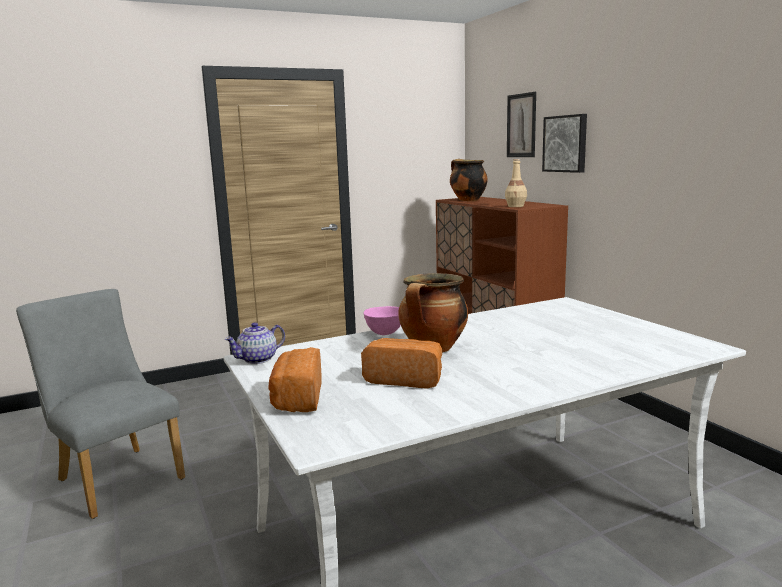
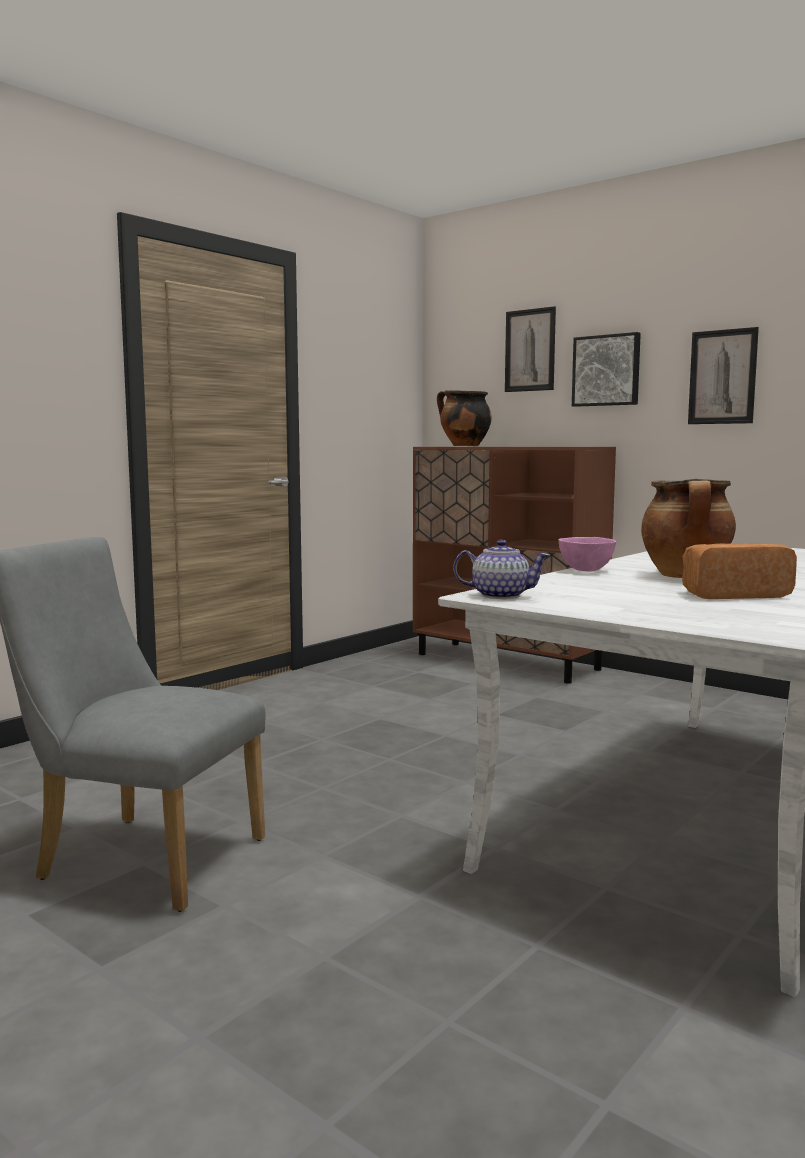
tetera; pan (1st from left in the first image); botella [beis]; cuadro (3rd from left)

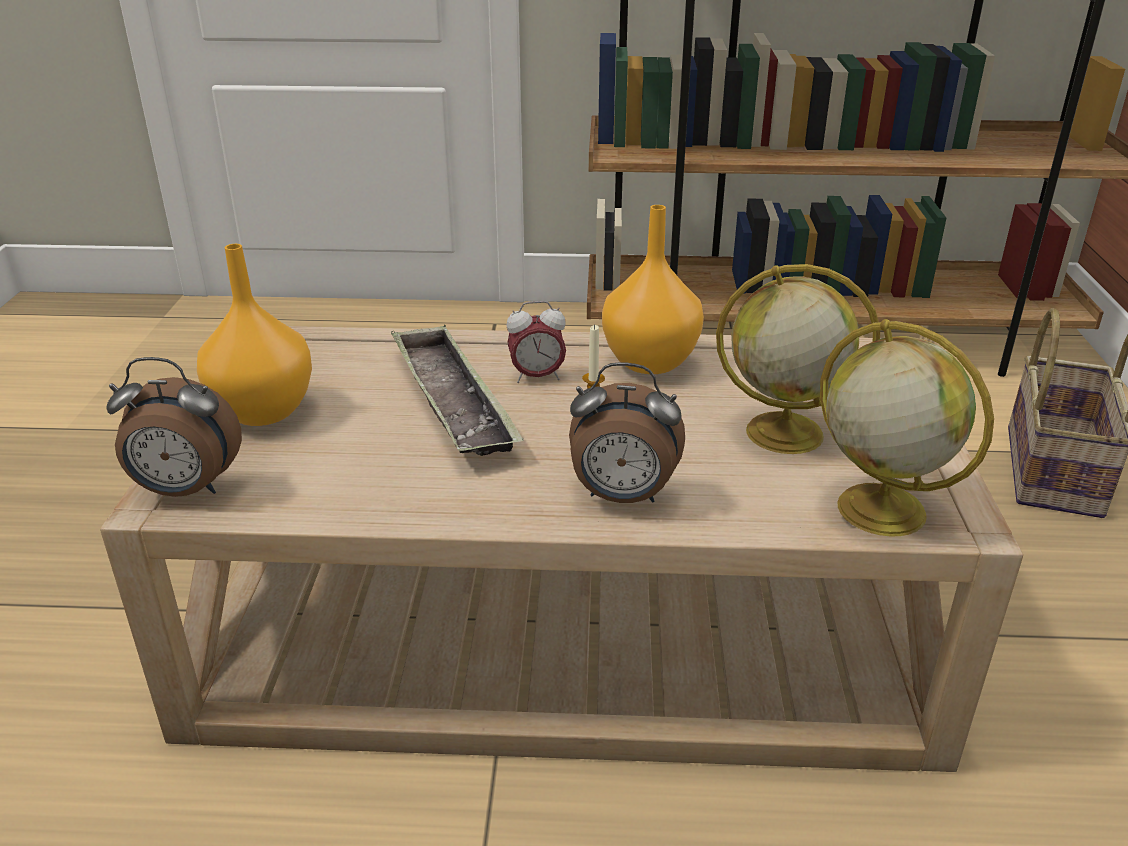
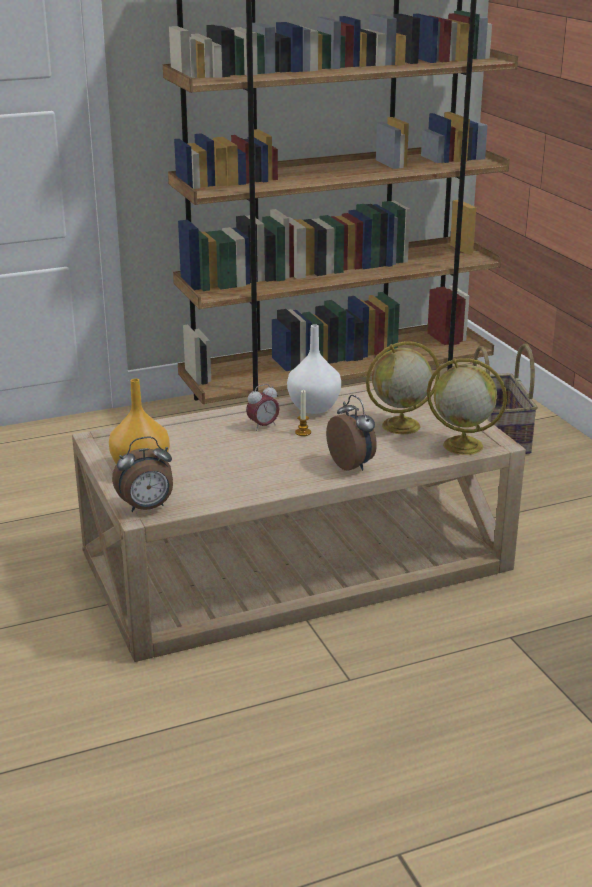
bandeja; despertador (3rd from left); florero [blanco]

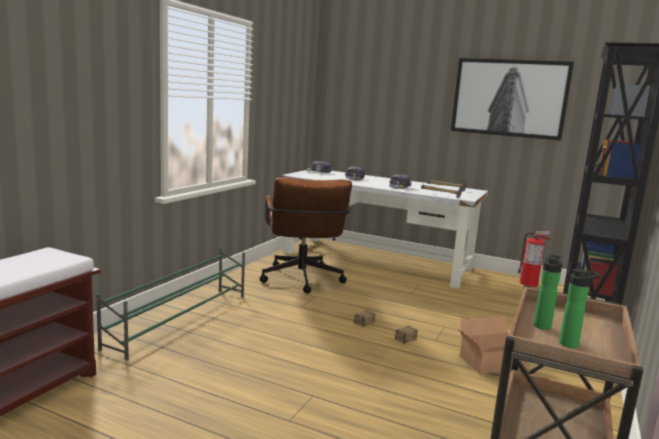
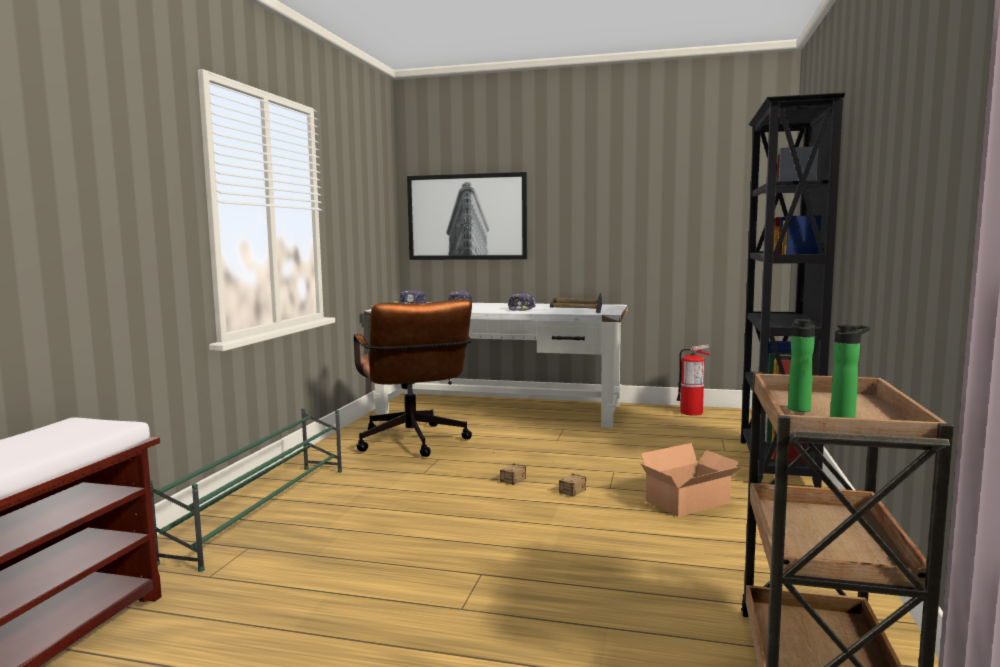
cuadro

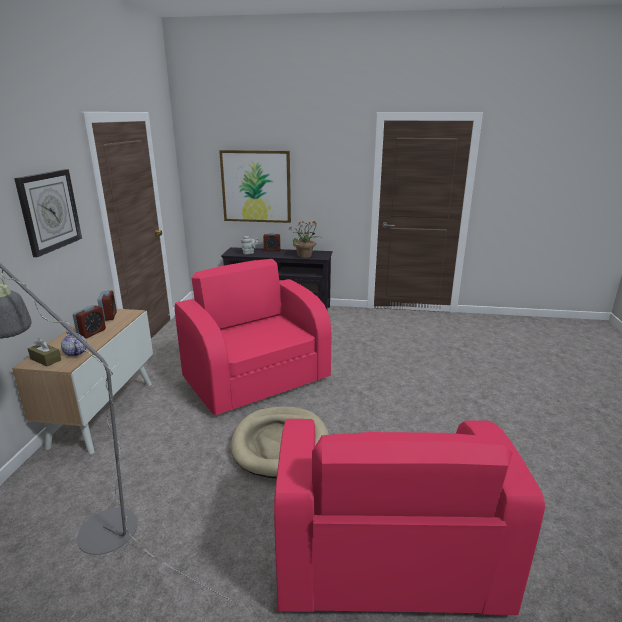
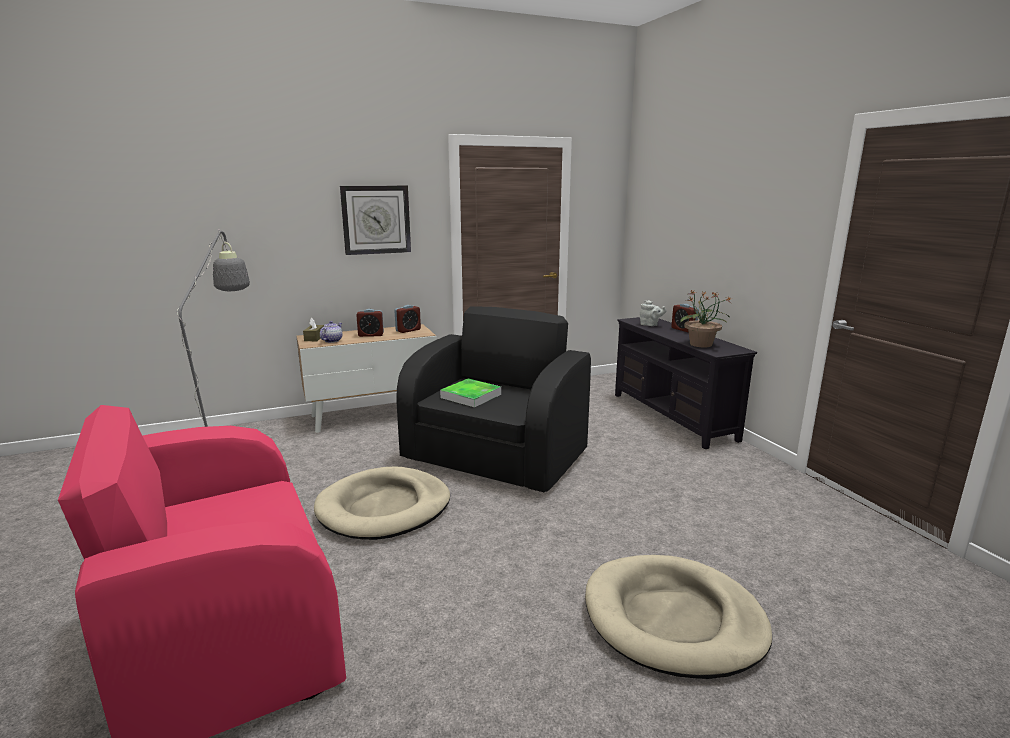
sillón [negro]; cuadro; bandeja; cama para perro [beis] (2nd from left)

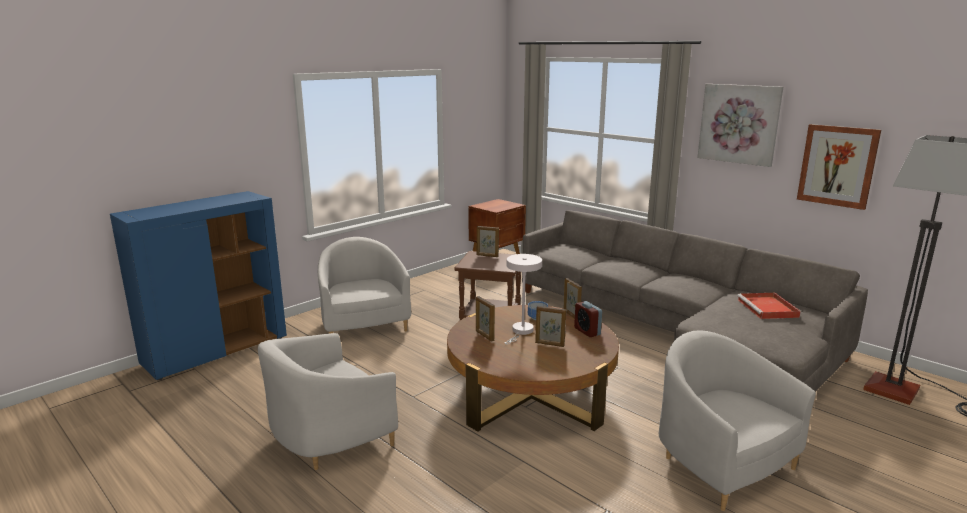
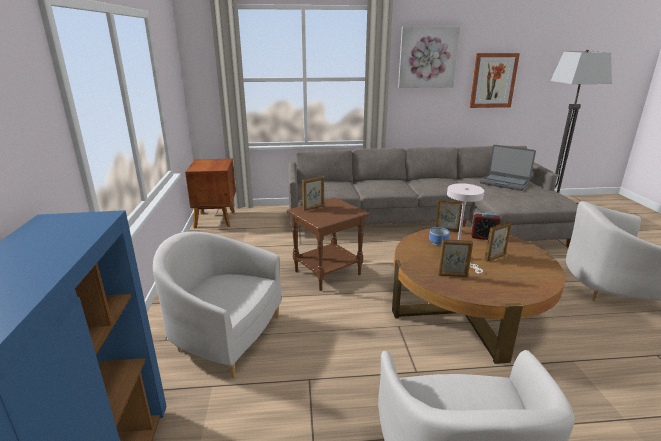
portátil

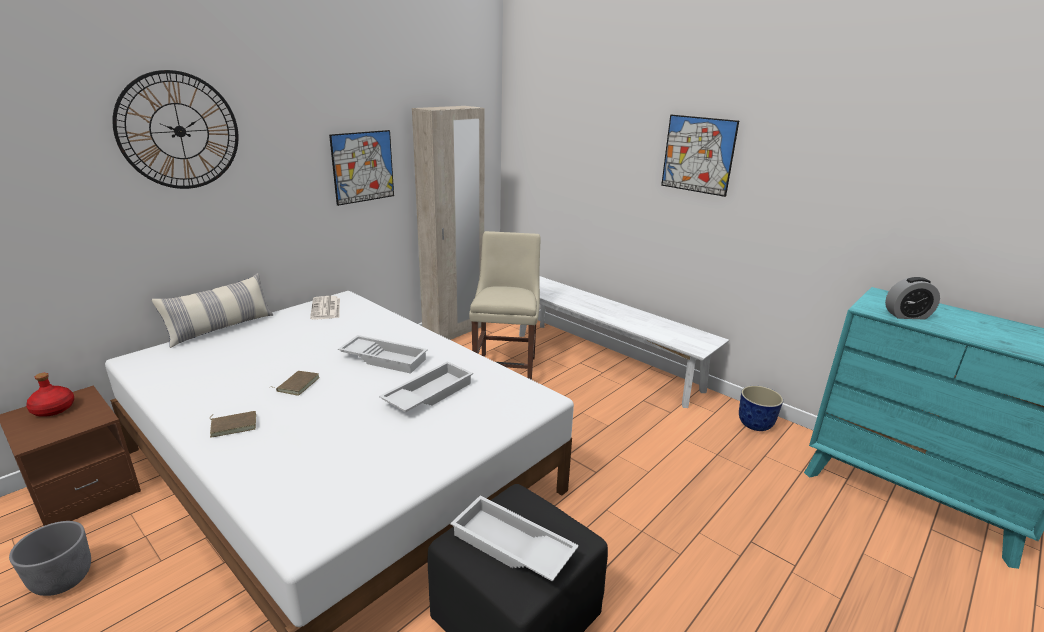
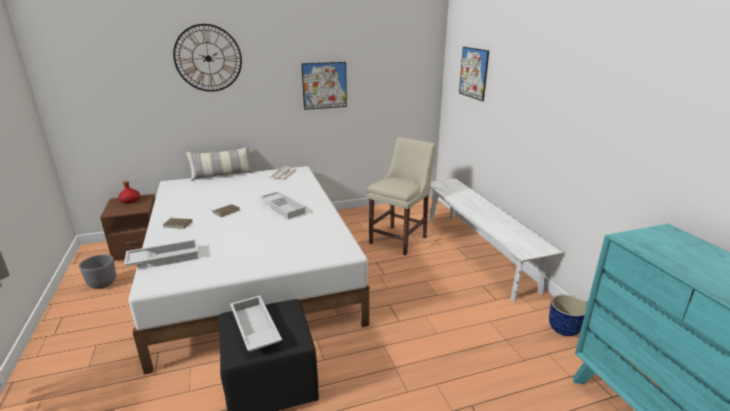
bandeja [blanco] (1st from left); armario ropero [beis]; cuadro (2nd from left); despertador

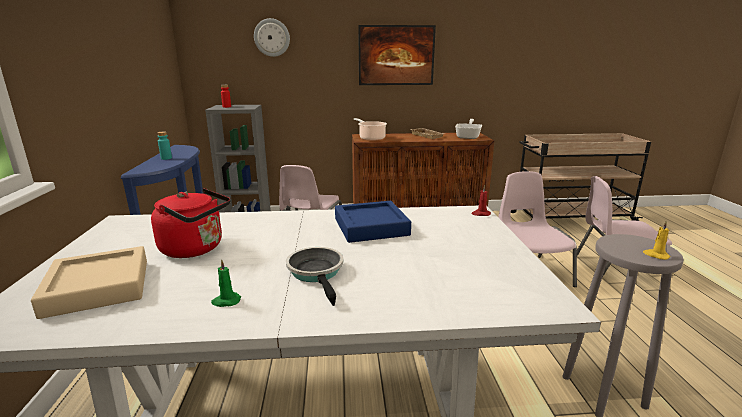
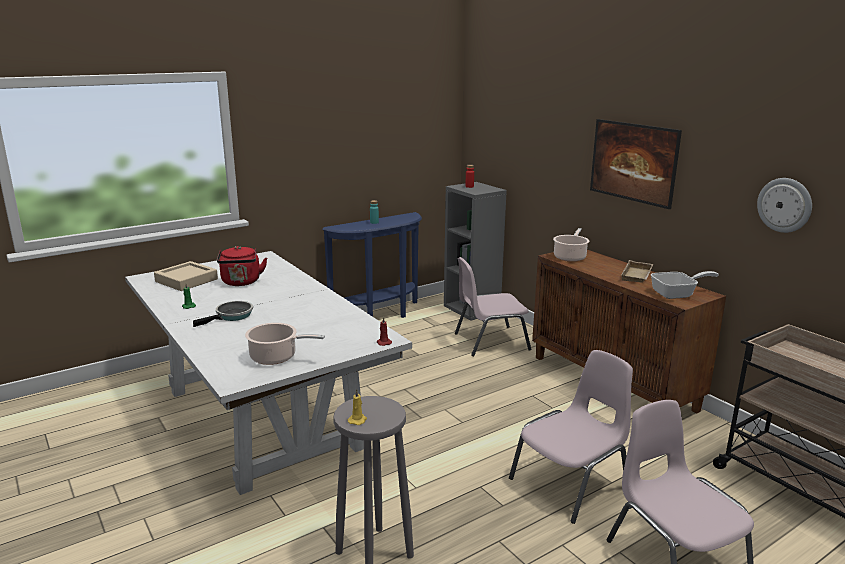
reloj de pared; bandeja [azul]; olla (1st from left)

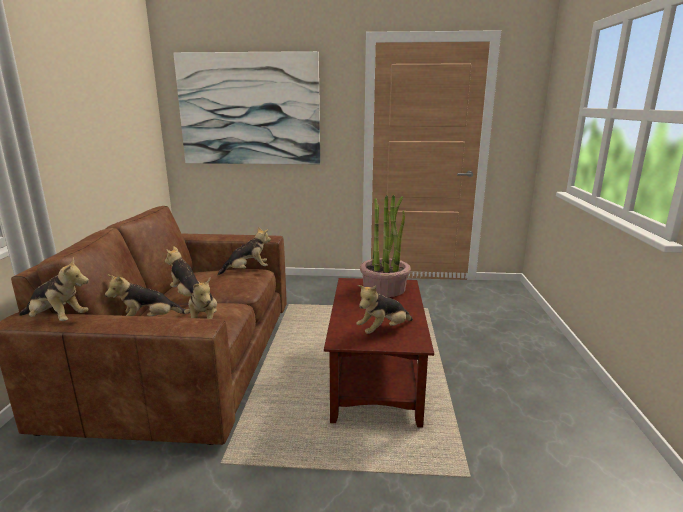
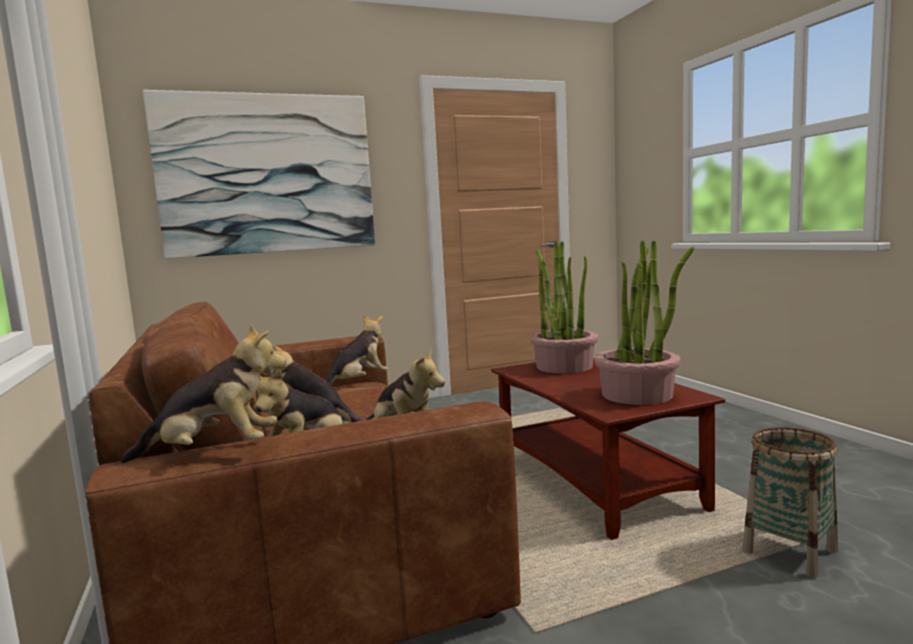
planta en maceta (2nd from left); cesta

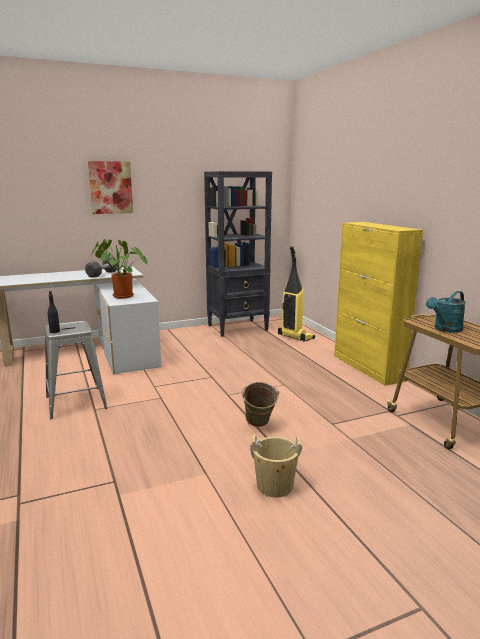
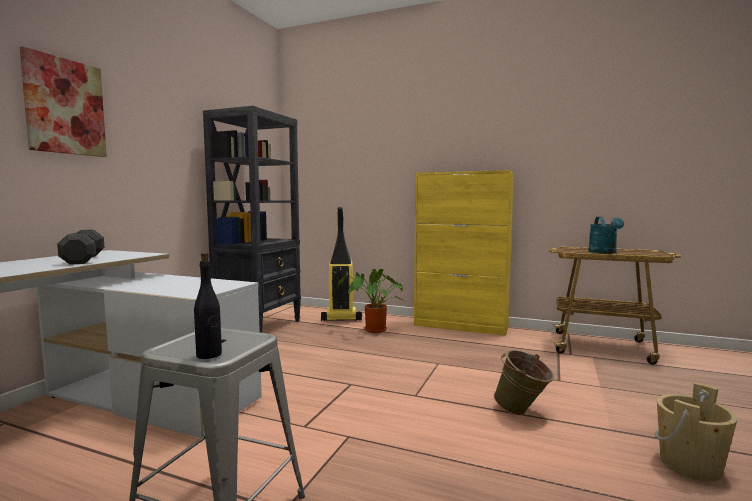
planta en maceta

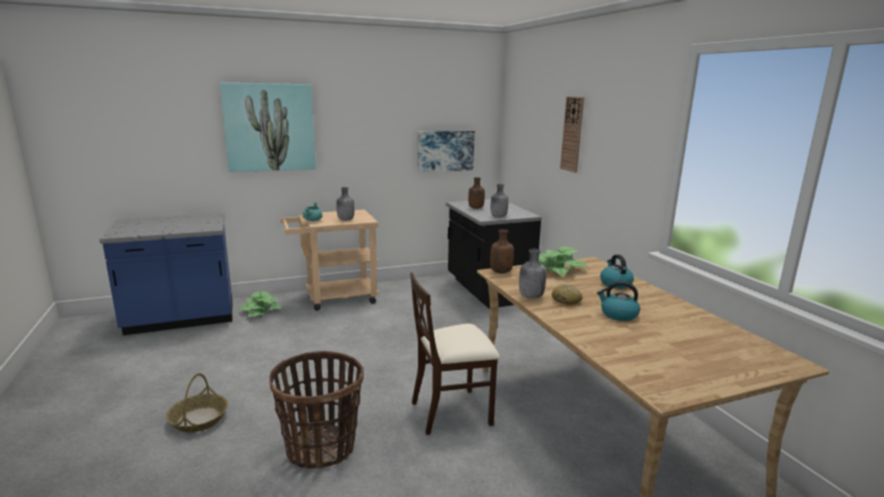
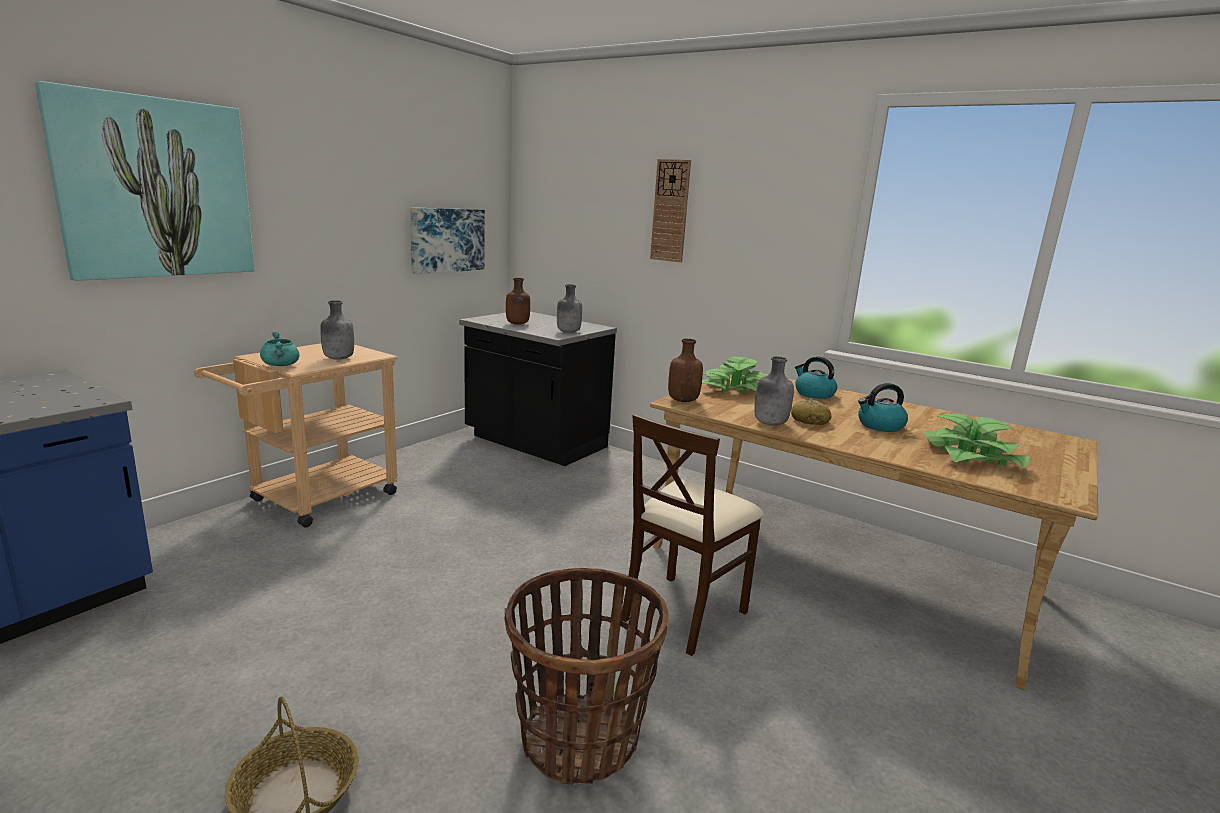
planta en maceta (2nd from left)

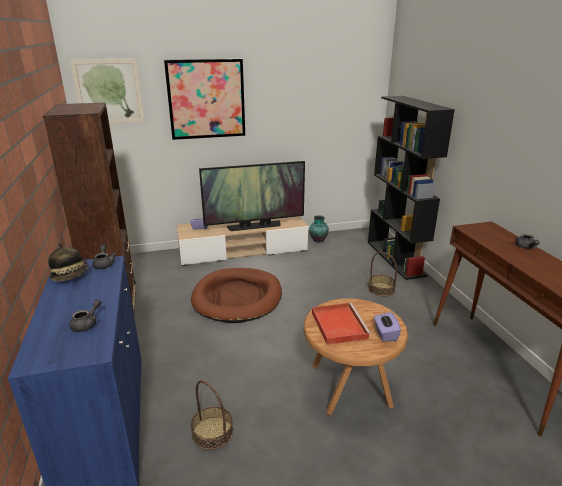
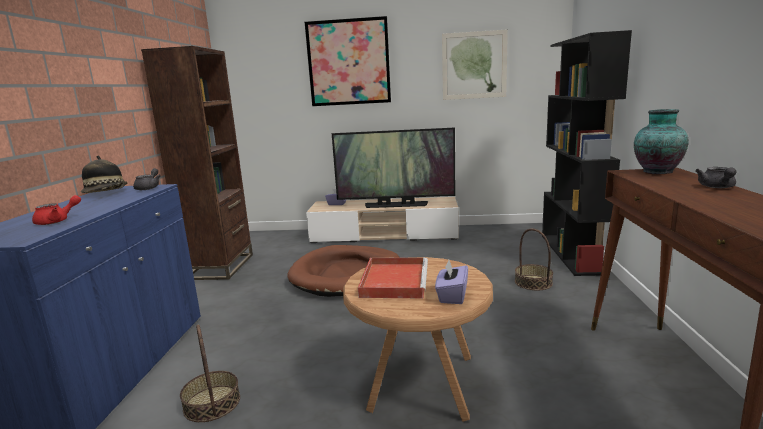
cuadro (2nd from left); tetera [rojo]; florero

